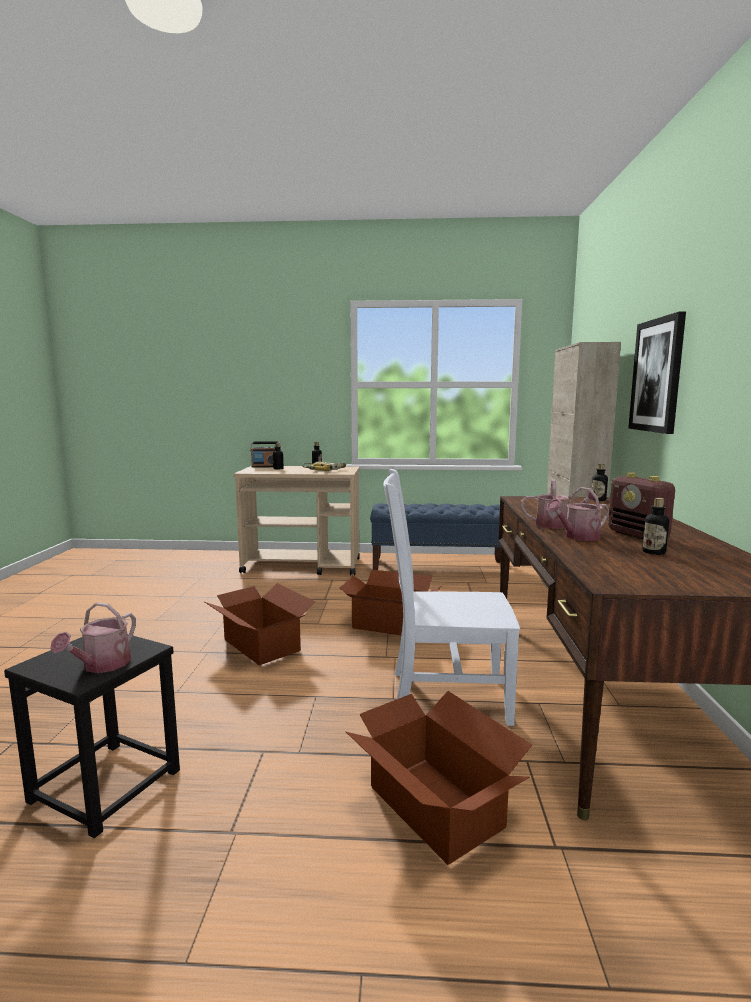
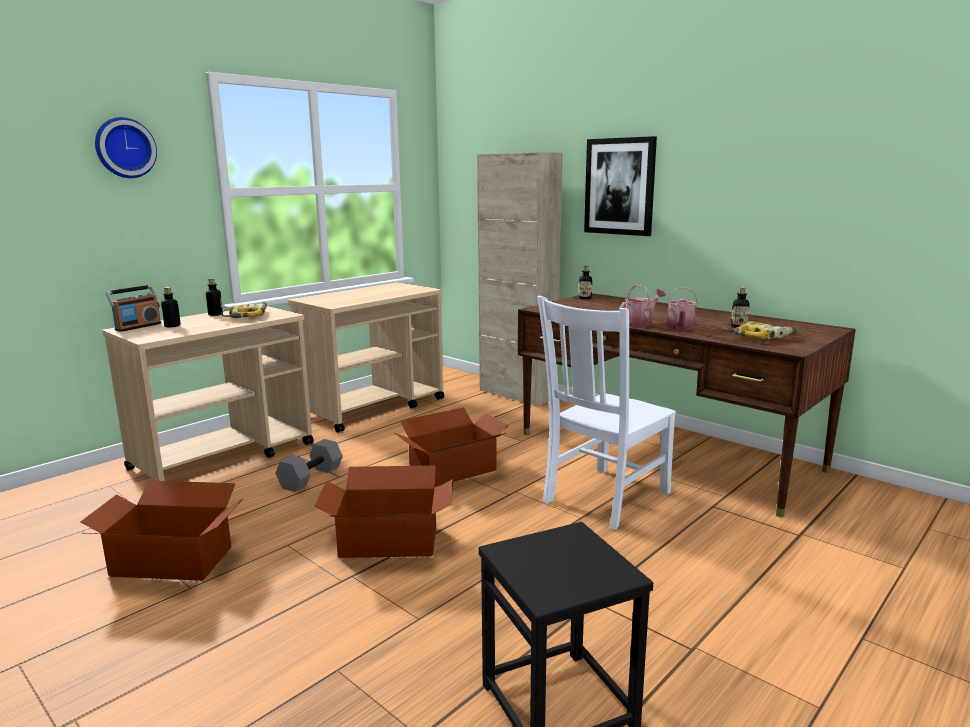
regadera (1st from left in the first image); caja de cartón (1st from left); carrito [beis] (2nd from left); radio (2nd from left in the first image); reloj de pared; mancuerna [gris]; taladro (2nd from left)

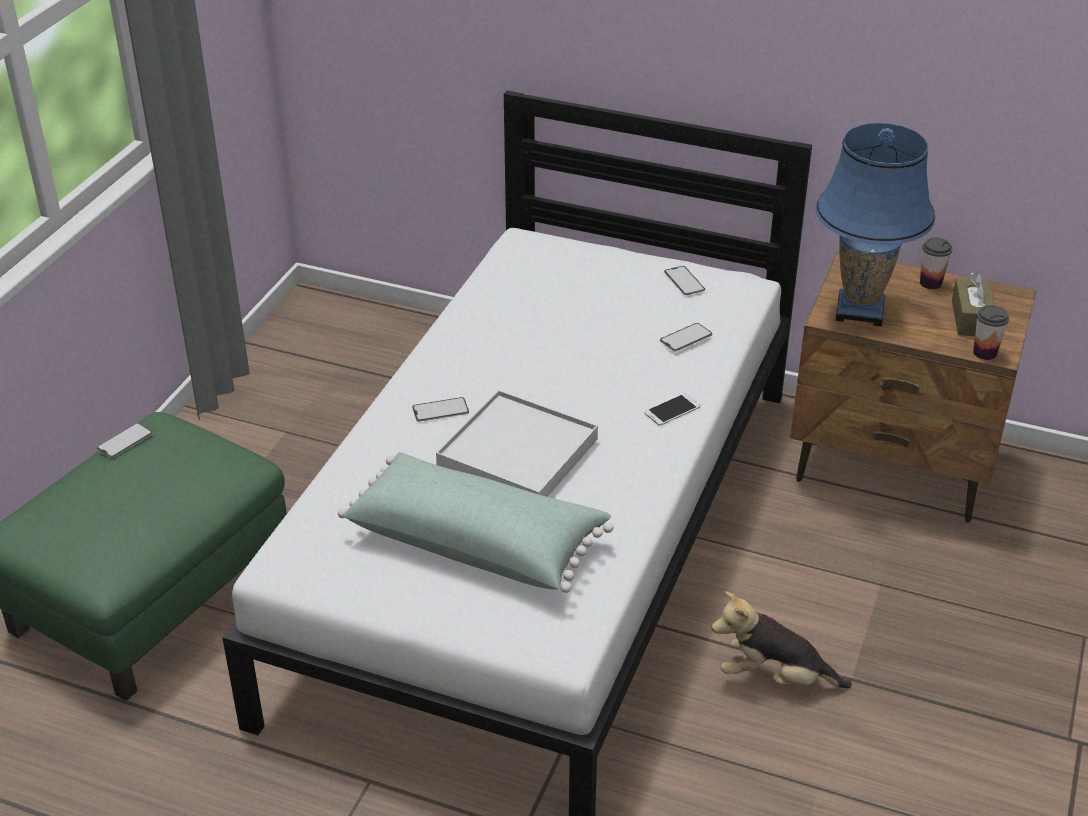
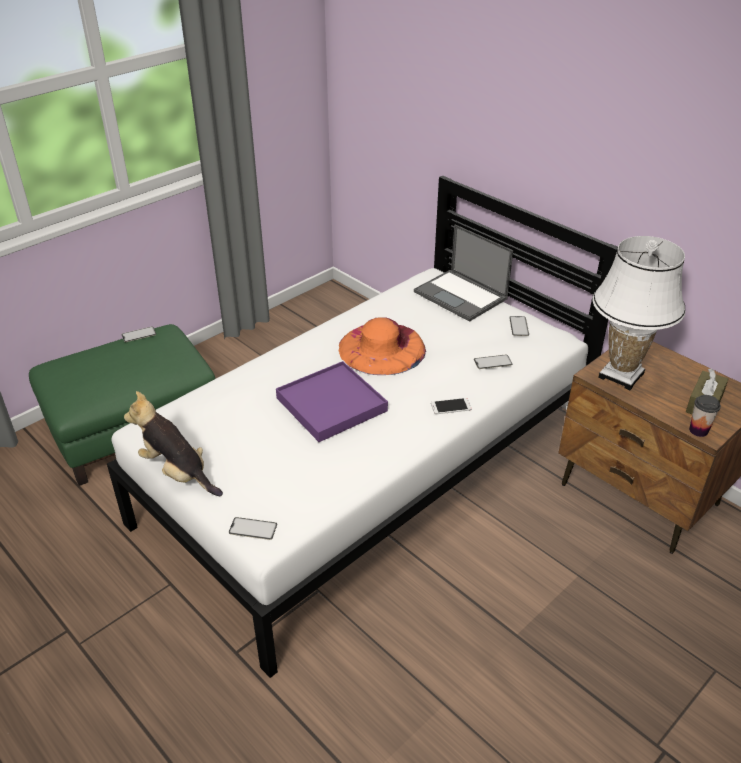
cojín [verde]; móvil (2nd from left); bandeja [morado]; peluche; lámpara de mesa [blanco]; taza (1st from left in the first image); sombrero [naranja]; portátil

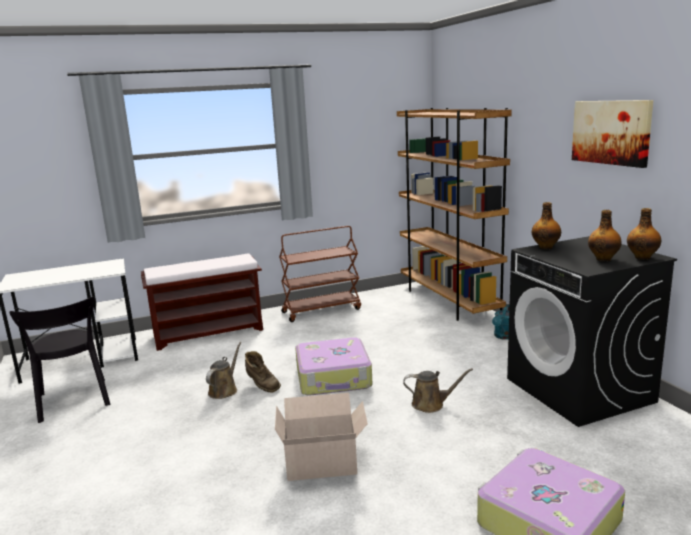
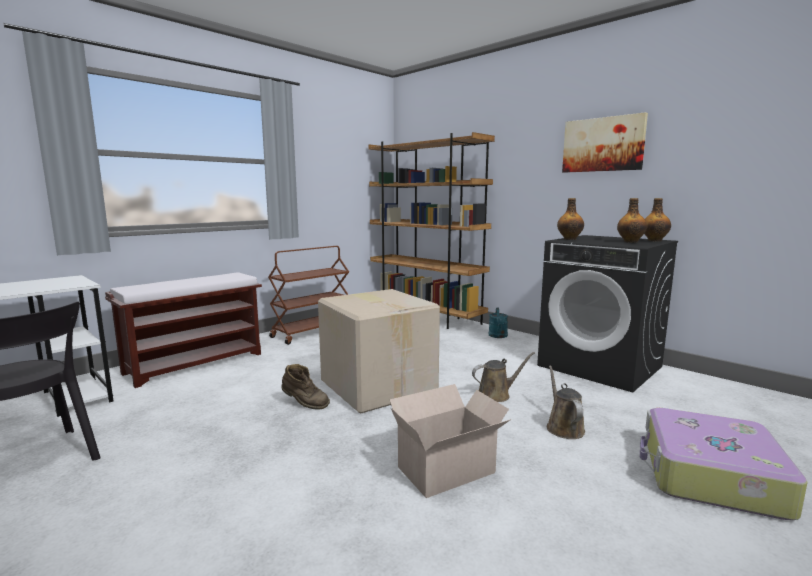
regadera [marrón] (2nd from left); caja de cartón (1st from left)

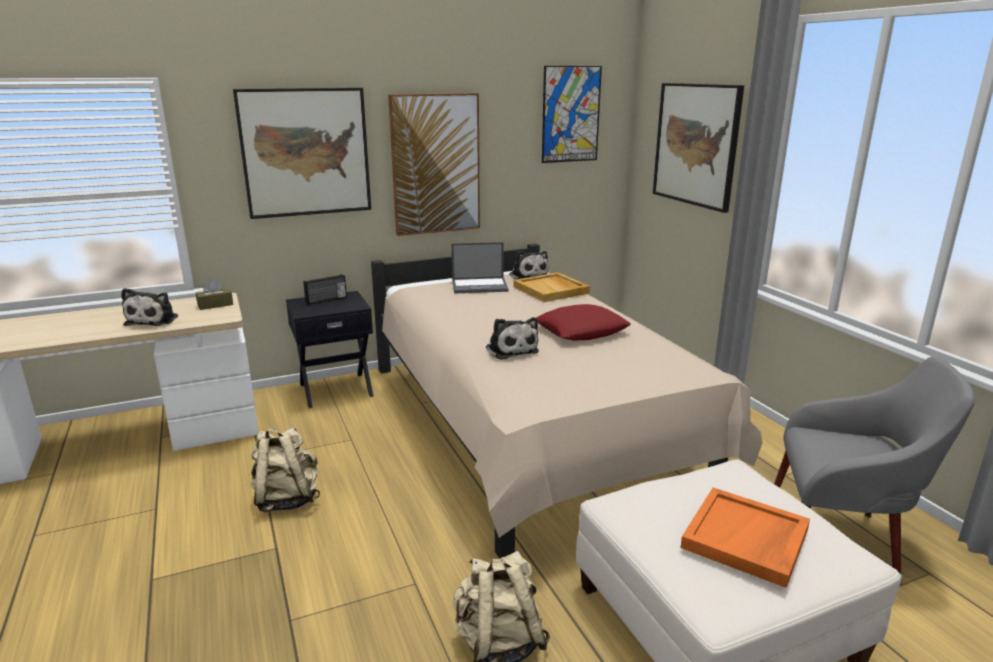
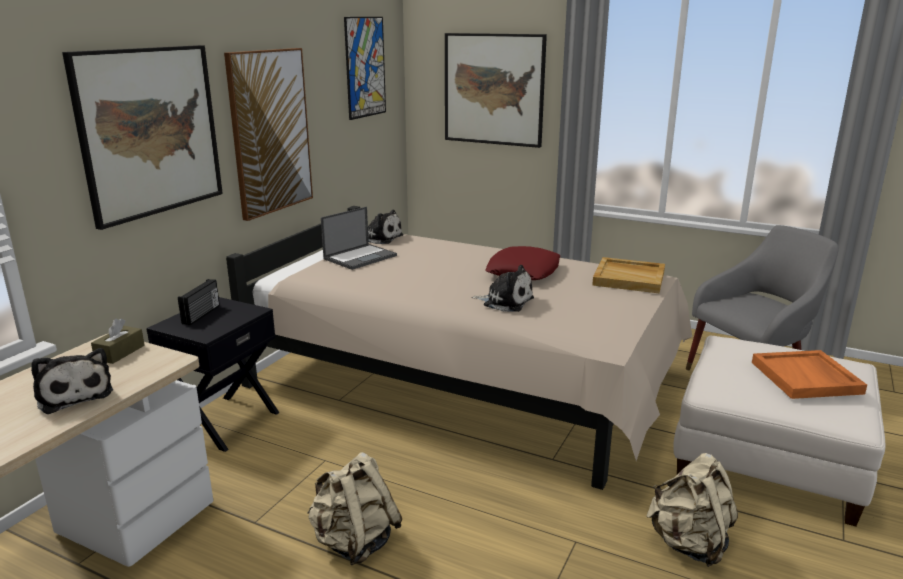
bandeja [beis]

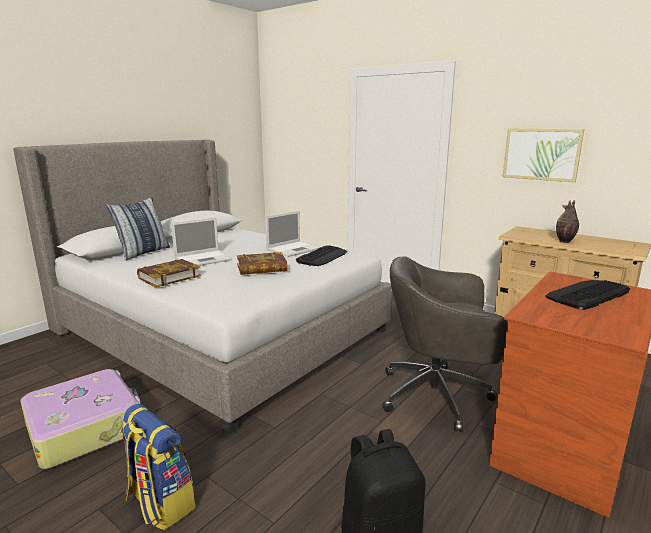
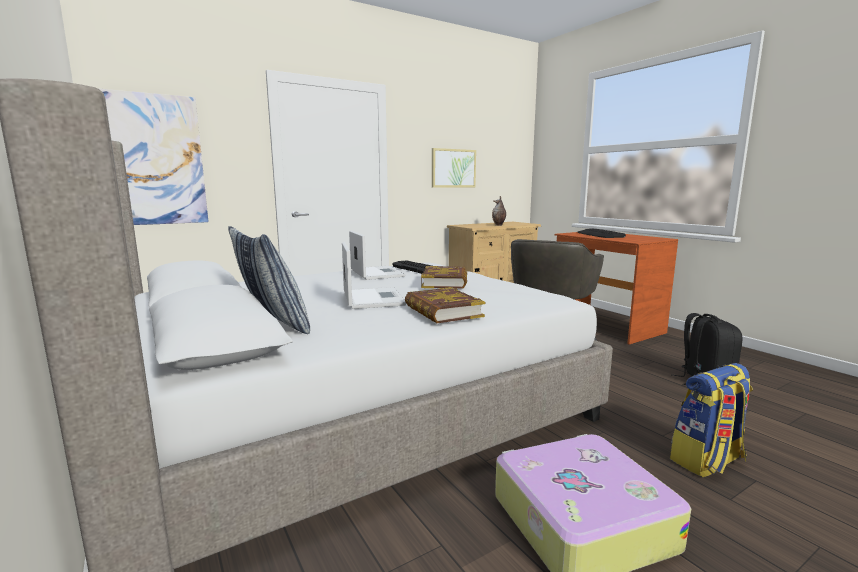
cuadro (1st from left)

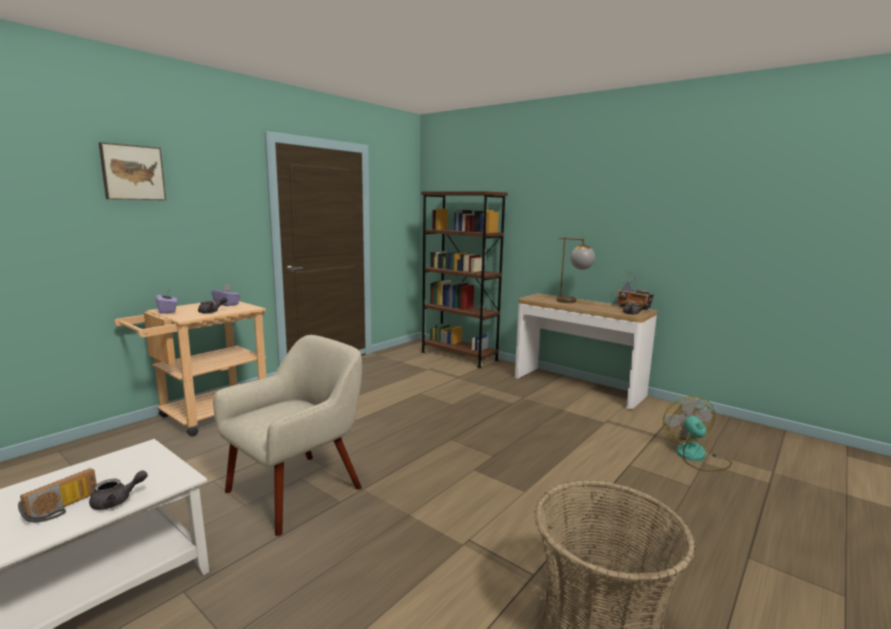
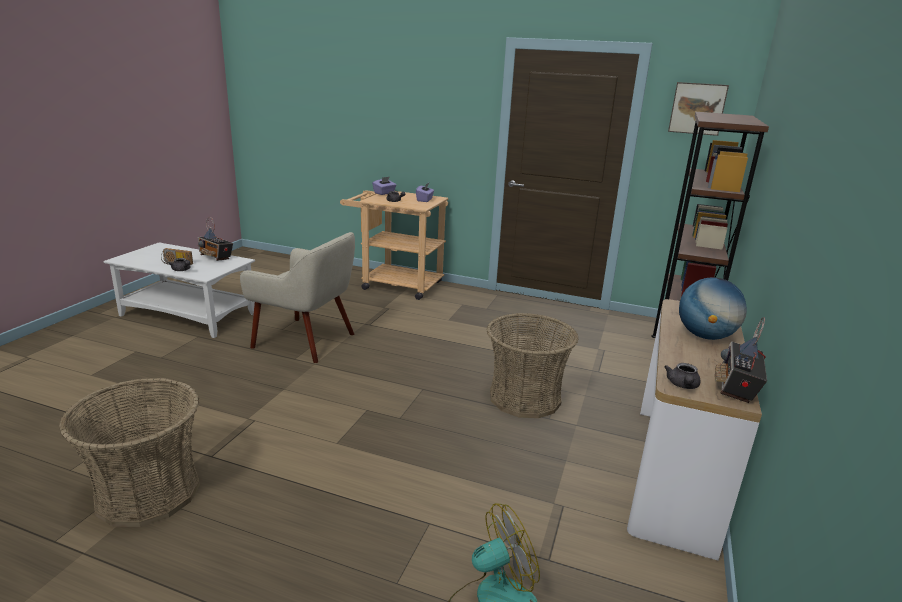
cuadro; globo terráqueo; radio (2nd from left); cesta (2nd from left)

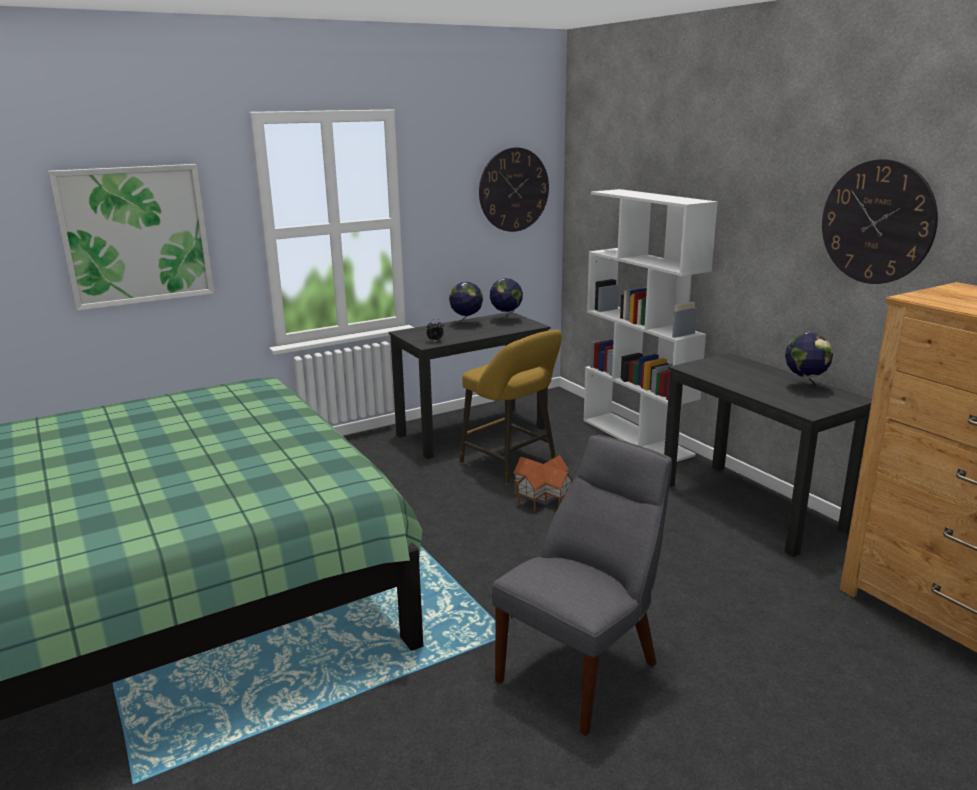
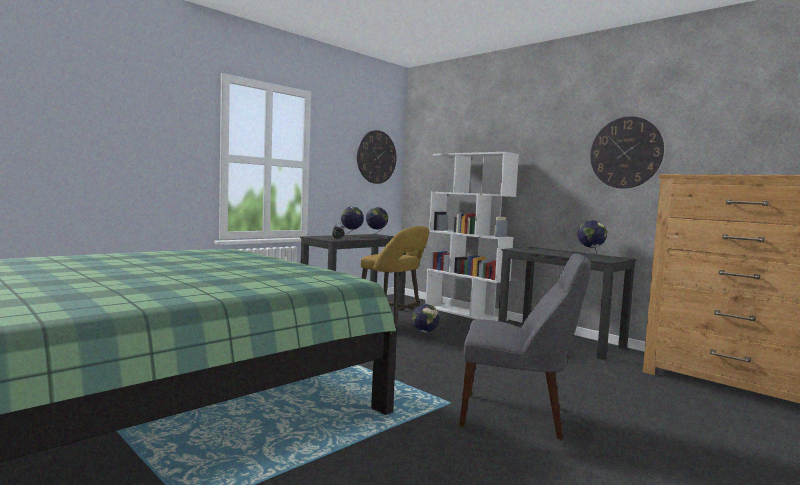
cuadro; silla [gris]; globo terráqueo (3rd from left)

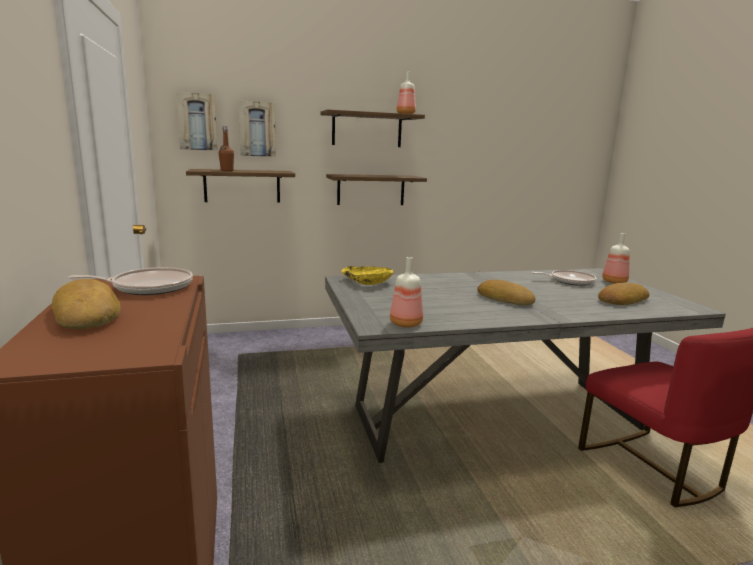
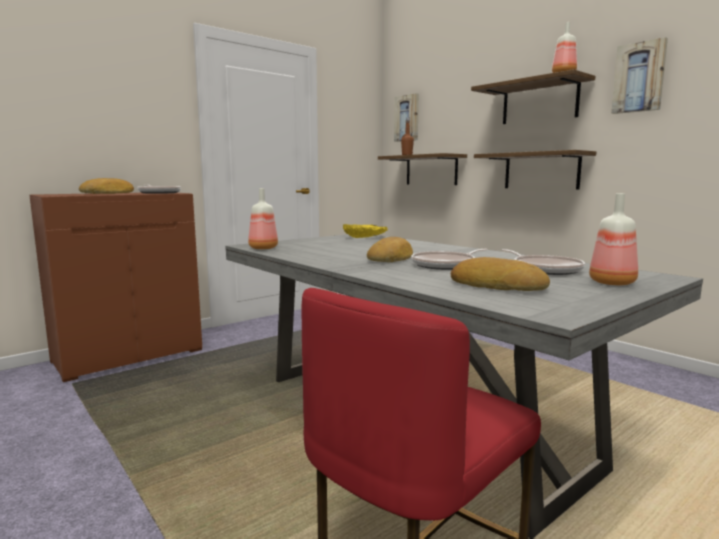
cuadro (2nd from left); sartén (2nd from left)

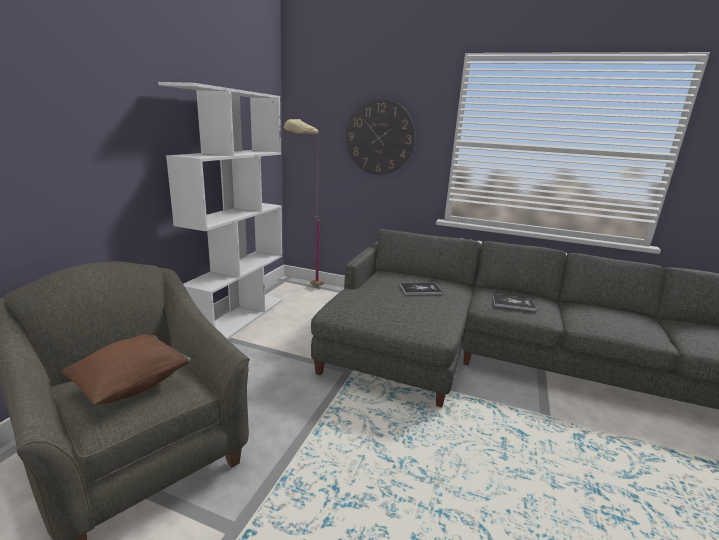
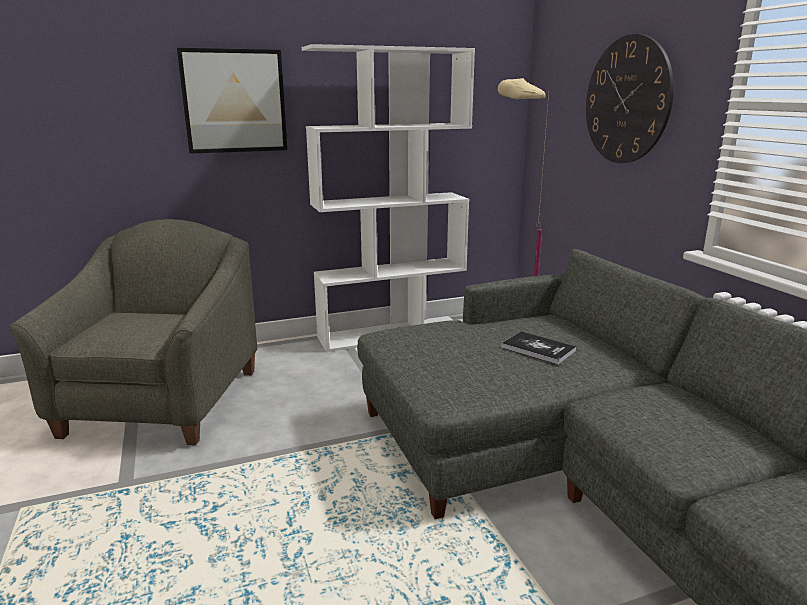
cojín [marrón]; libro (2nd from left in the first image); cuadro

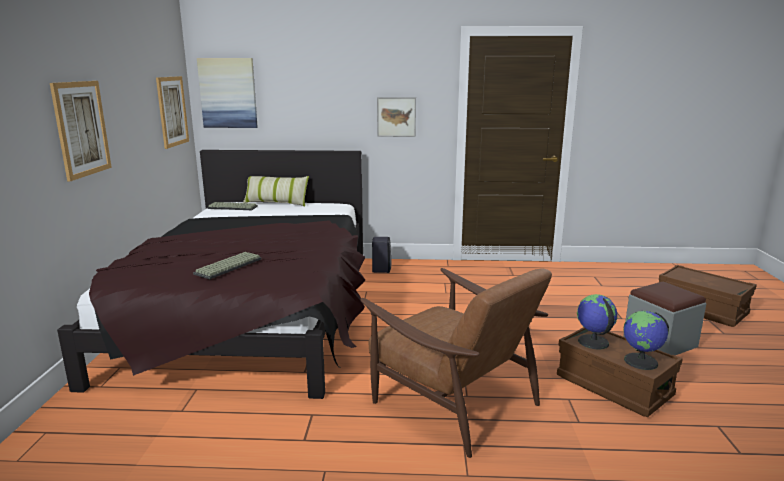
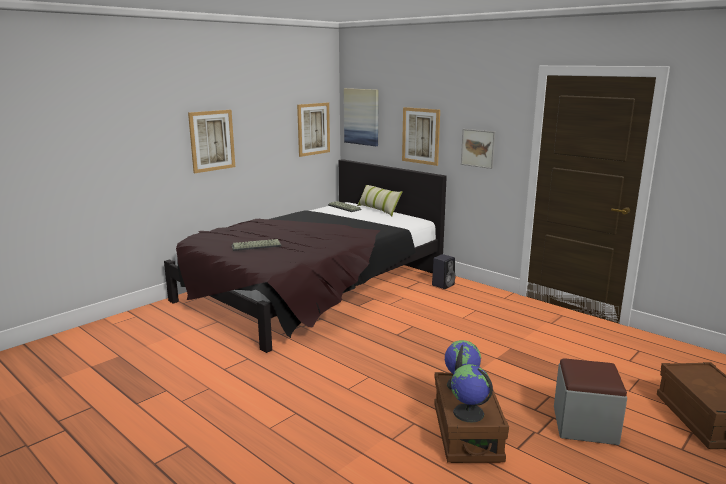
sillón [marrón]; cuadro (4th from left)

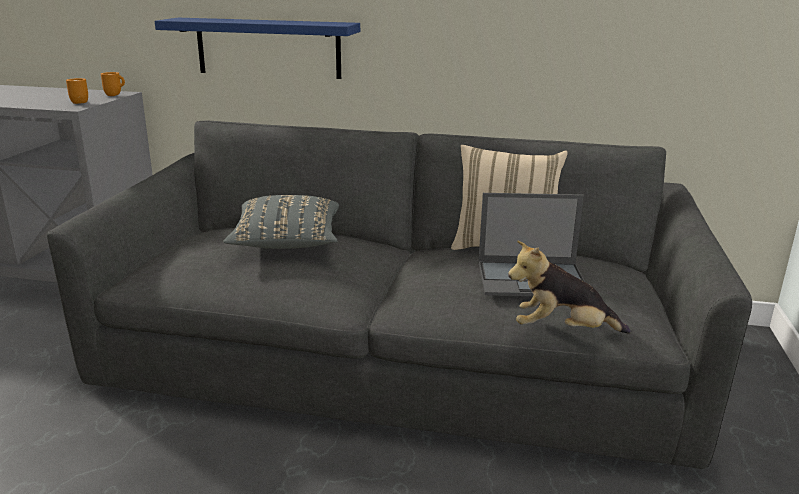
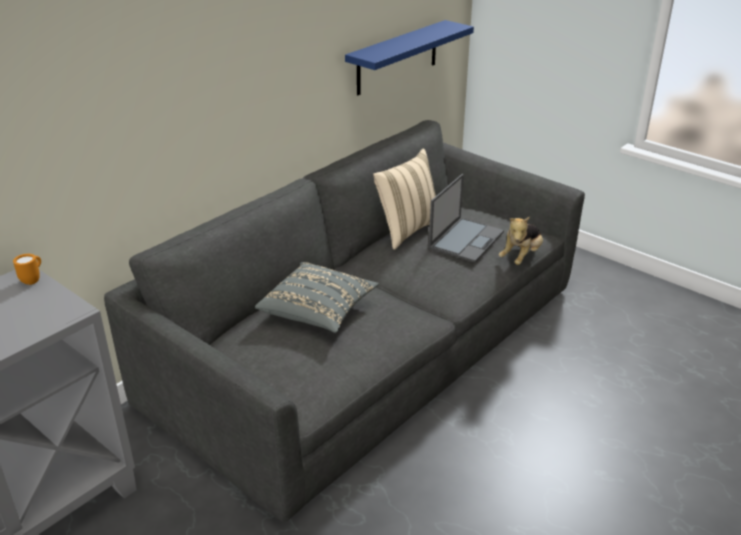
taza grande [naranja] (1st from left in the first image); estante [azul]

